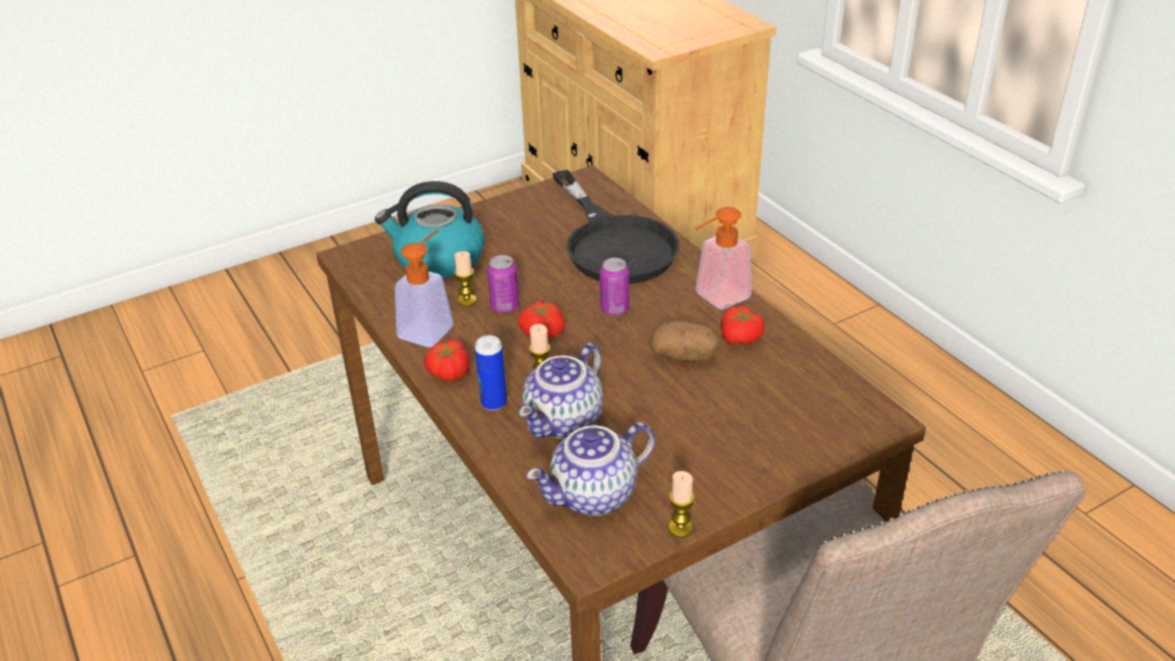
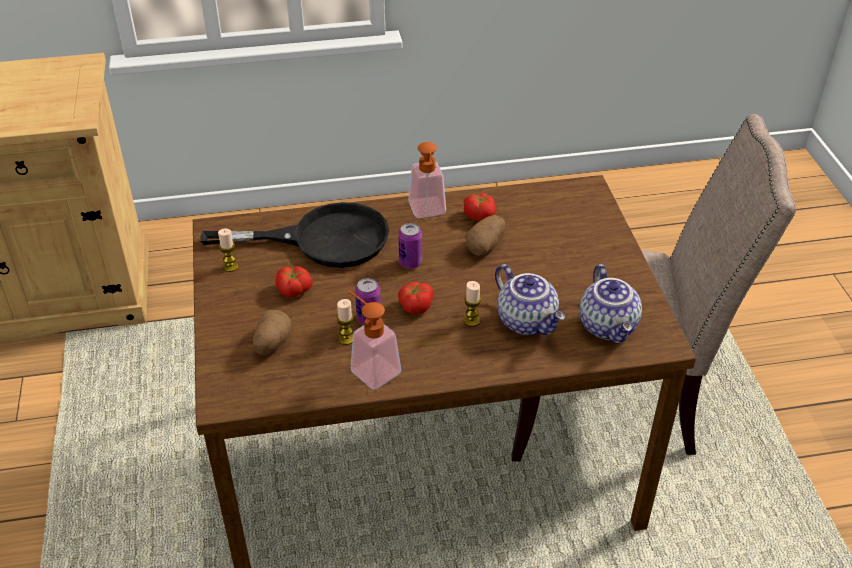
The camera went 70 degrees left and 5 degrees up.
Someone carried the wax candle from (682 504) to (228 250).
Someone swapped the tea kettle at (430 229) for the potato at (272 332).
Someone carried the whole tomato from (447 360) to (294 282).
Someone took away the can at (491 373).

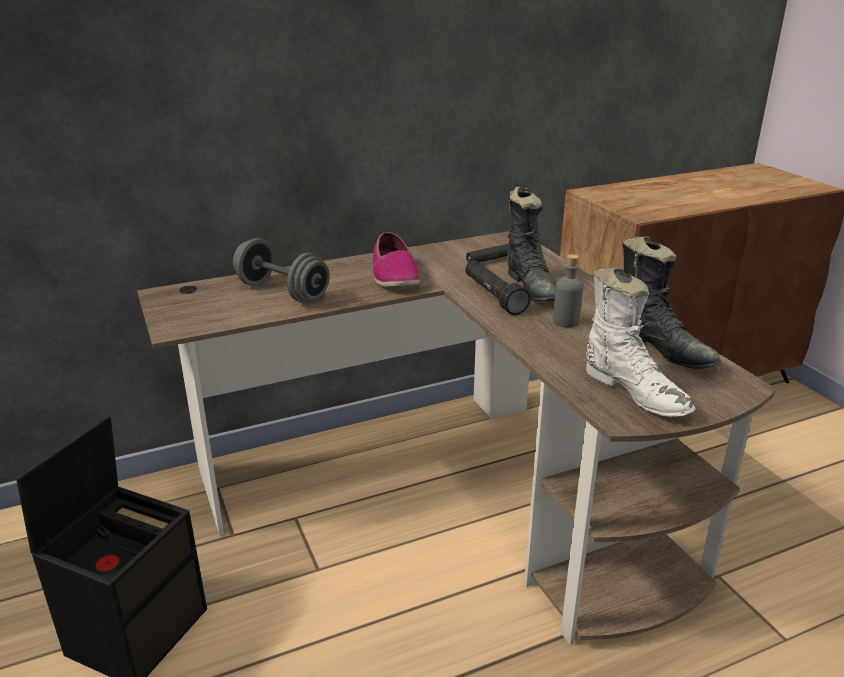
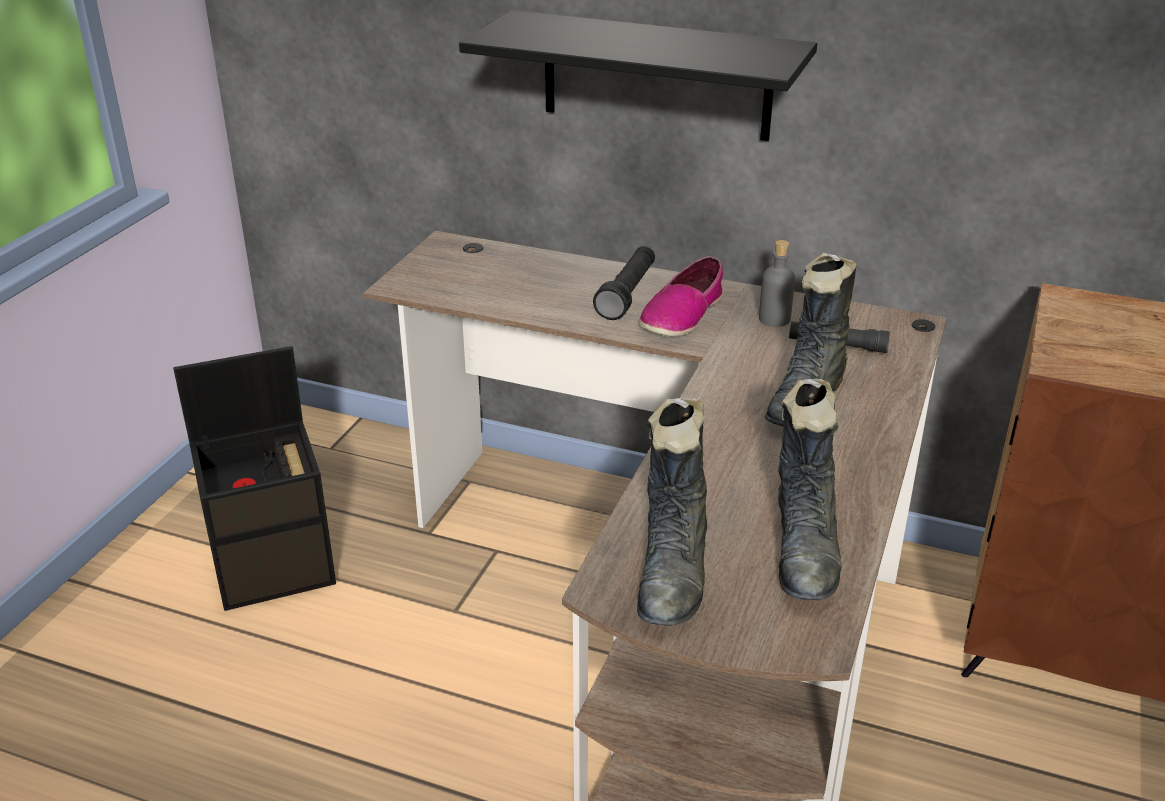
The camera went 45 degrees right and 5 degrees up.
Someone put up the shelf/blackish at (638 75).
Someone carried the flashlight/blackish from (498 287) to (624 283).
Someone repainted the tall boot/white at (640 342), which became the tall boot/blackish at (672 512).
Someone carried the drink bottle/grey from (568 290) to (777 283).
Someone took away the dumbbell/grey at (281 270).

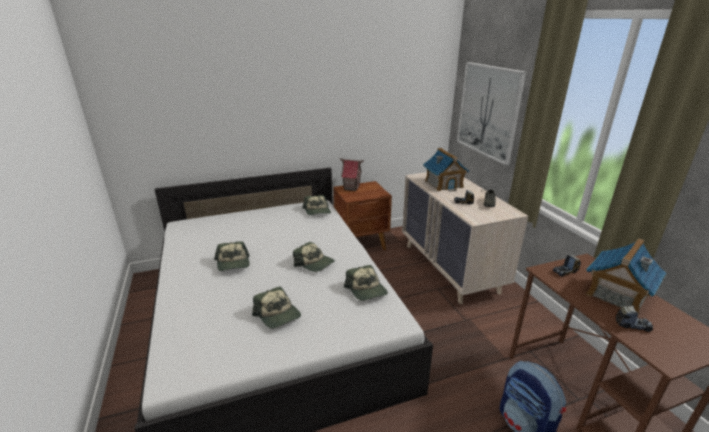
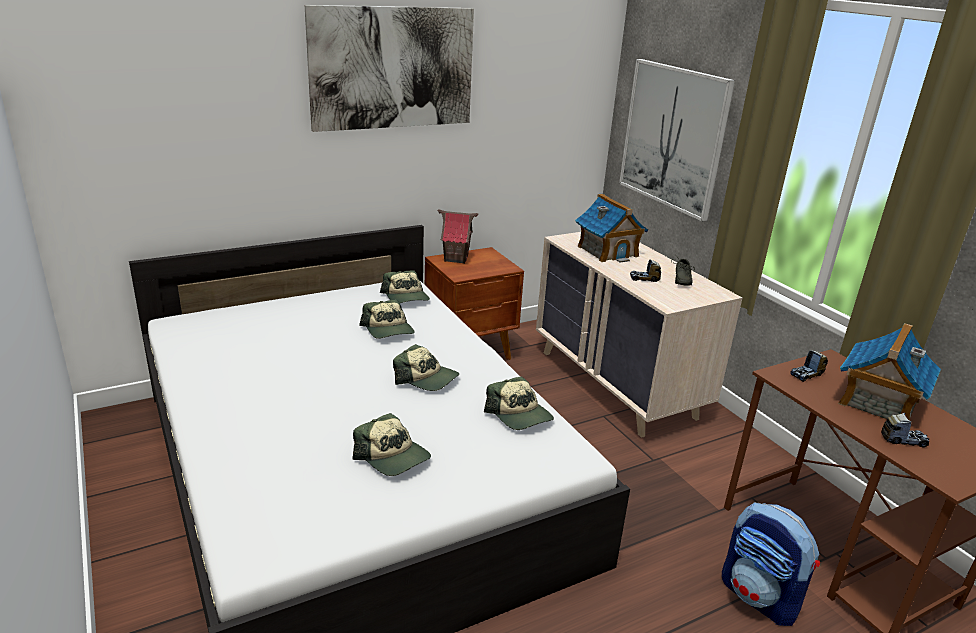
The camera went 10 degrees left and 0 degrees up.
Someone put up the picture at (389 68).
Someone carried the cap from (232 256) to (387 319).

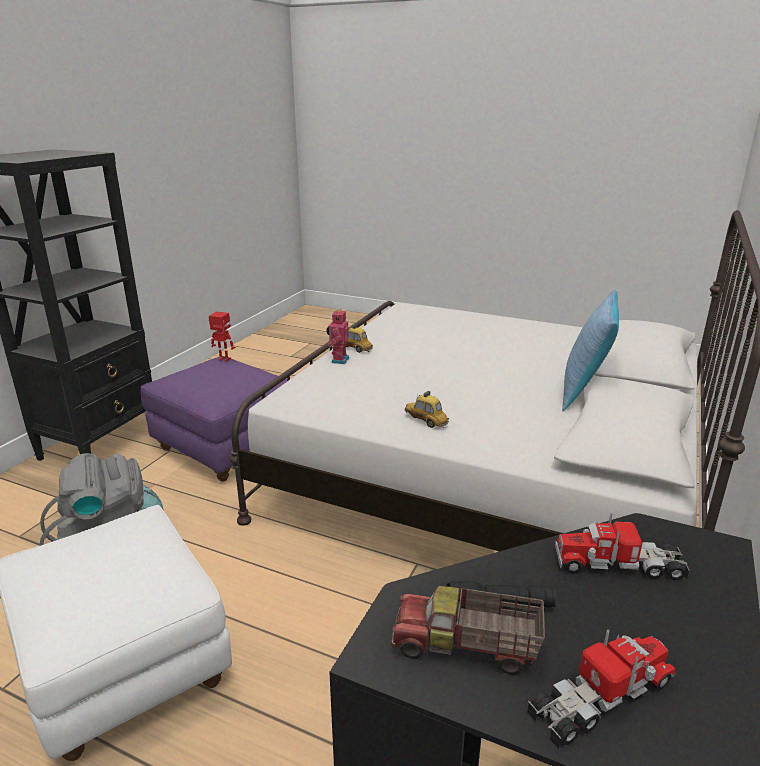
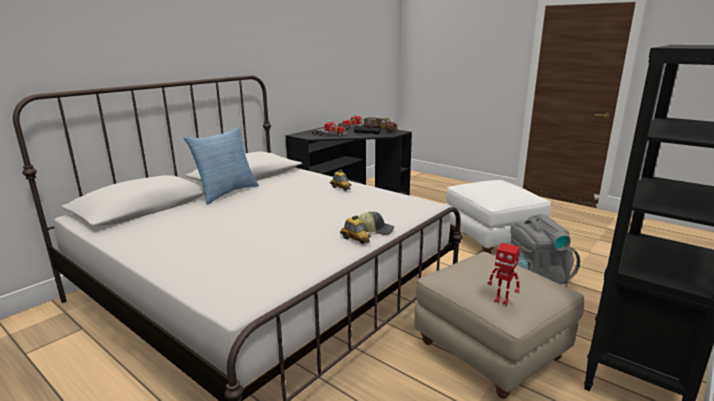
The camera went 165 degrees left and 5 degrees down.
Someone swapped the robot figure at (337 336) for the cap at (376 223).
Someone repainted the pouffe/purple-coloured at (214 419), which became the pouffe/beige at (499 325).

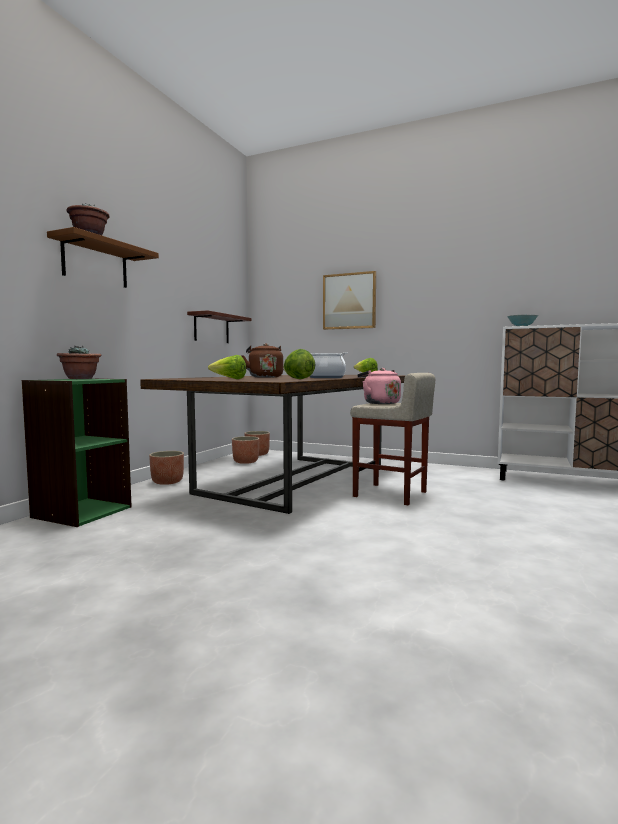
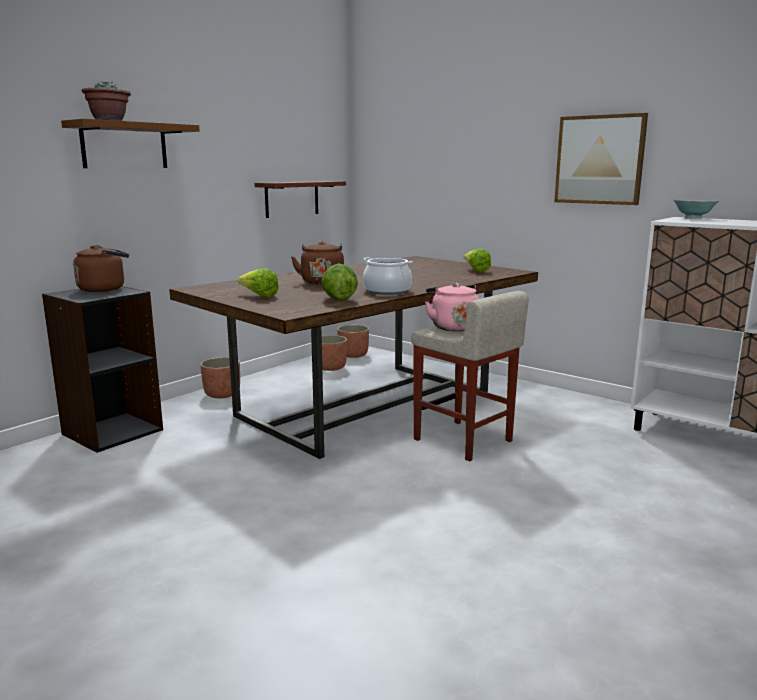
The camera went 15 degrees right and 10 degrees up.
Someone repainted the bookshelf/green-coloured at (77 453), which became the bookshelf/blackish at (102 369).
Someone swapped the potted plant at (79 362) for the tea kettle/brown at (101 268).
Someone carried the picture from (349 300) to (601 159).

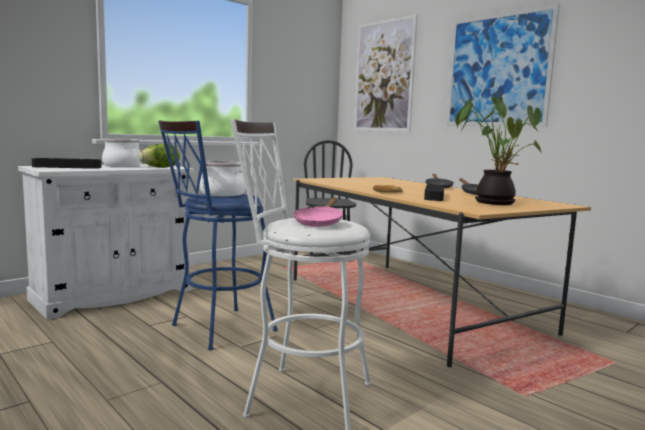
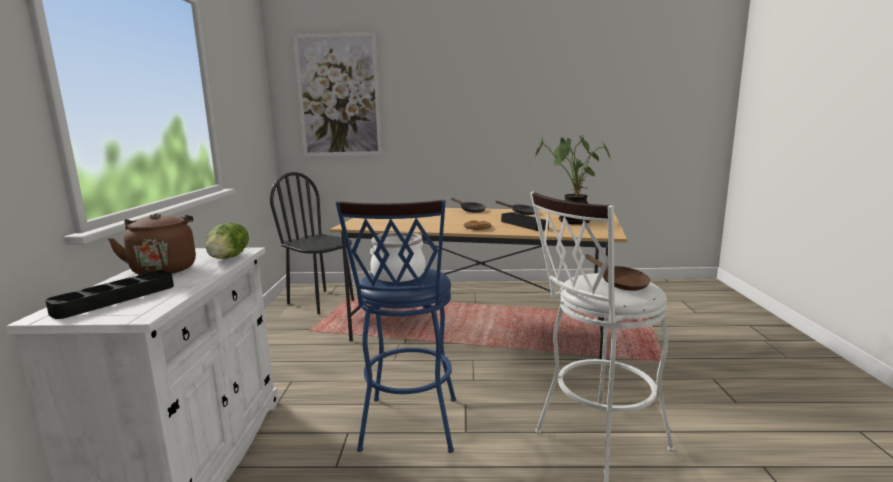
The camera went 45 degrees left and 5 degrees up.
Someone swapped the saucepot at (122 152) for the tea kettle/brown at (152 244).
Someone repainted the pan/pink-coloured at (318 212), which became the pan/brown at (617 272).
Someone took away the picture at (503 65).

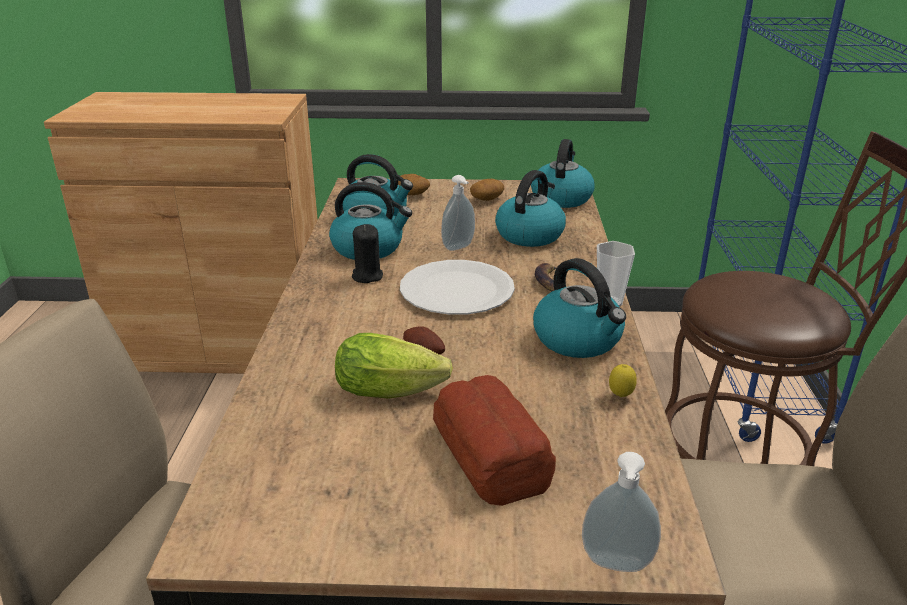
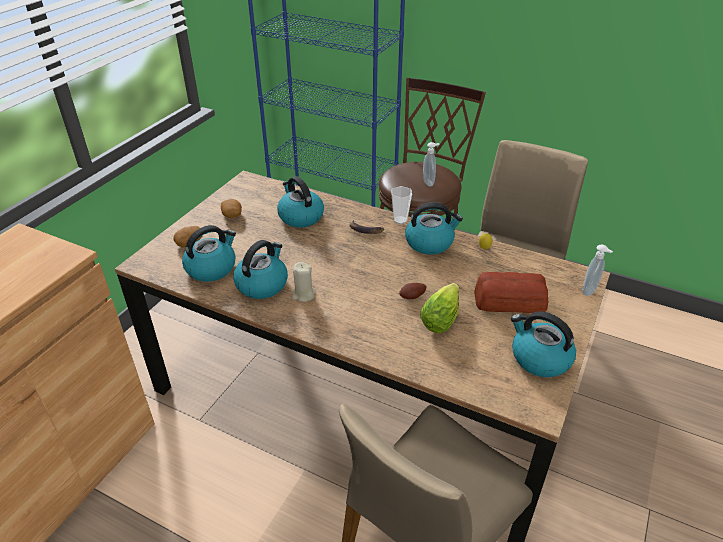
The camera went 65 degrees left and 10 degrees up.
Someone repainted the wax candle/blackish at (367 253), which became the wax candle/beige at (303 282).
Someone carried the soap bottle from (458 213) to (431 164).
Someone carried the tea kettle from (563 173) to (543 344).
Someone took away the flat dish/white at (457 287).

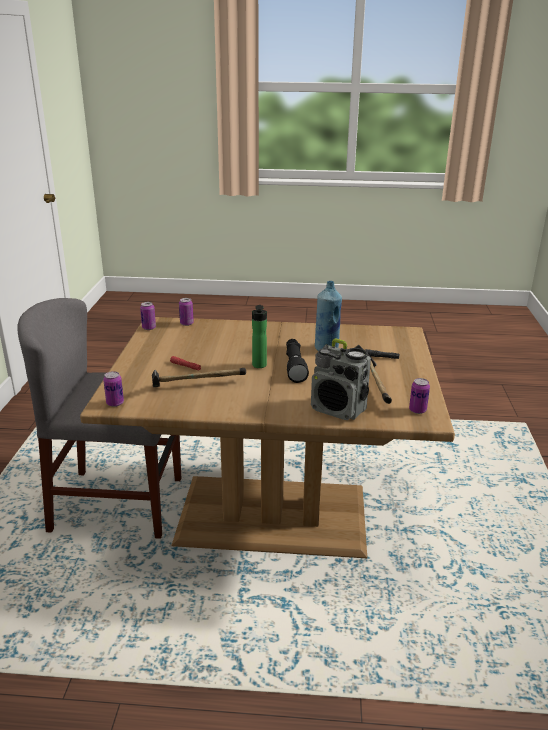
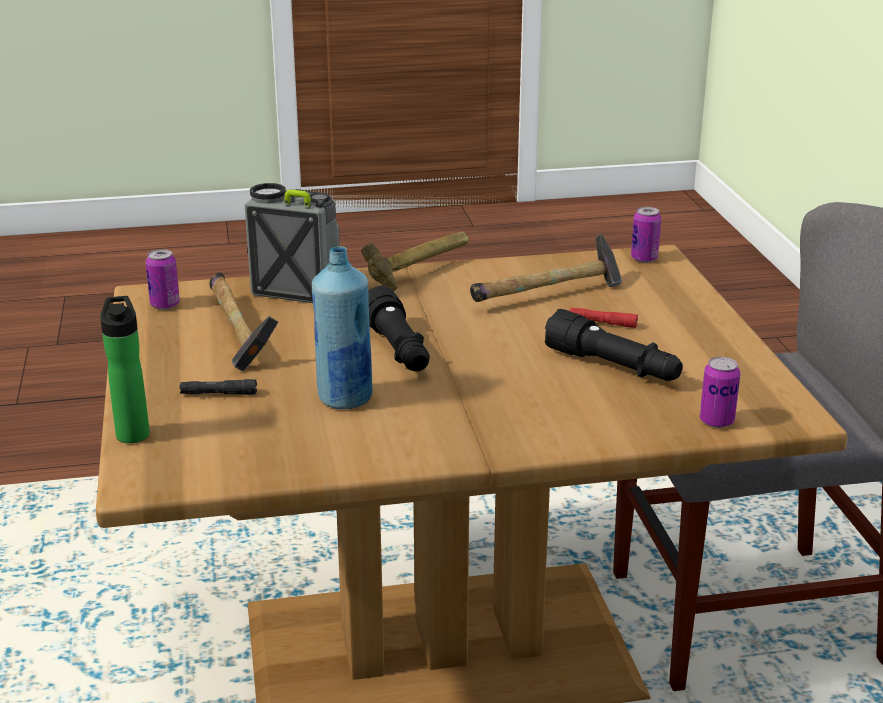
The camera went 165 degrees right and 0 degrees up.
Someone carried the drink bottle from (259 336) to (125 369).
Someone put down the hammer at (415 262).
Someone put down the flashlight/blackish at (613 345).
Someone took away the can at (148 316).

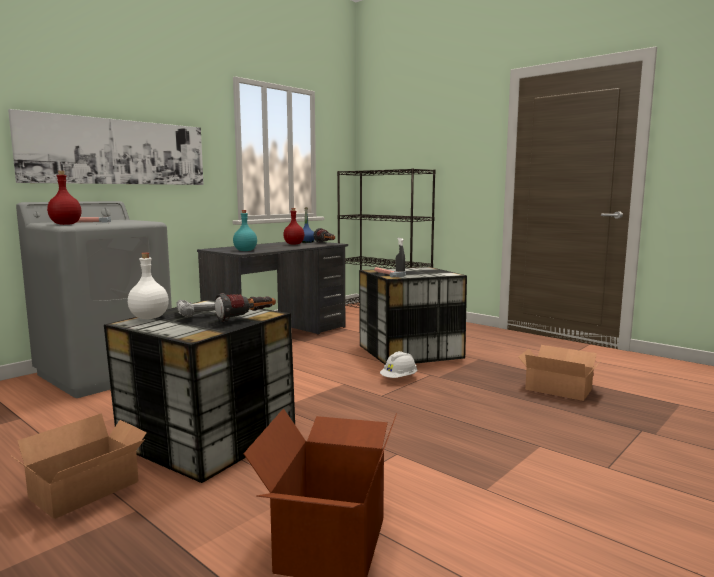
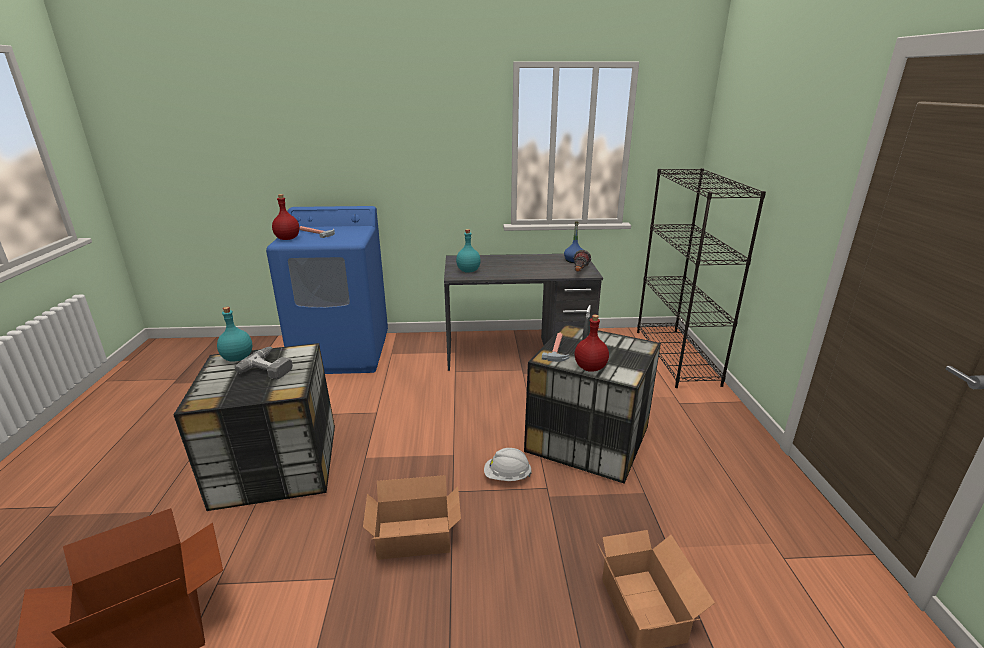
The camera went 45 degrees right and 15 degrees up.
Someone repainted the drink bottle/white at (148 286), which became the drink bottle/blue-green at (234 334).
Someone repainted the washing machine/grey at (94 299), which became the washing machine/bluish at (327 290).
Someone carried the packing box from (79 466) to (412 517).
Someone carried the drink bottle/red-coloured from (293 226) to (592 343).
Someone took away the picture at (106 147).
Someone took away the flashlight at (245 307).

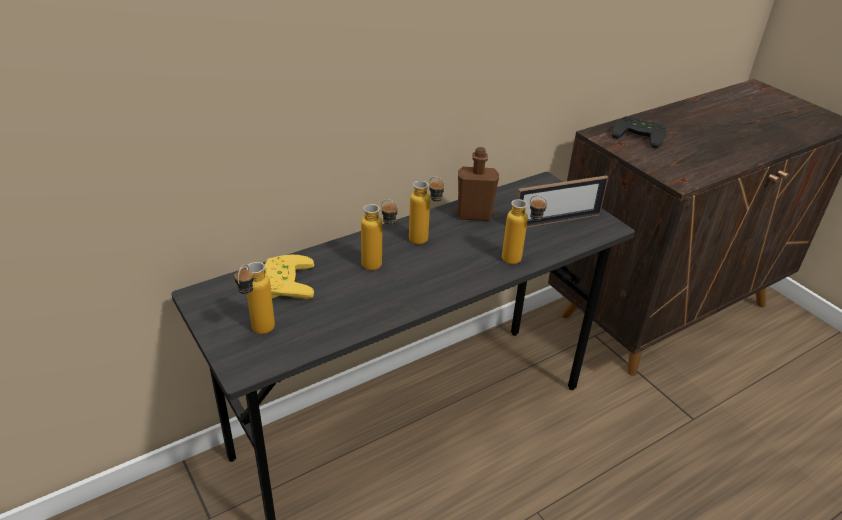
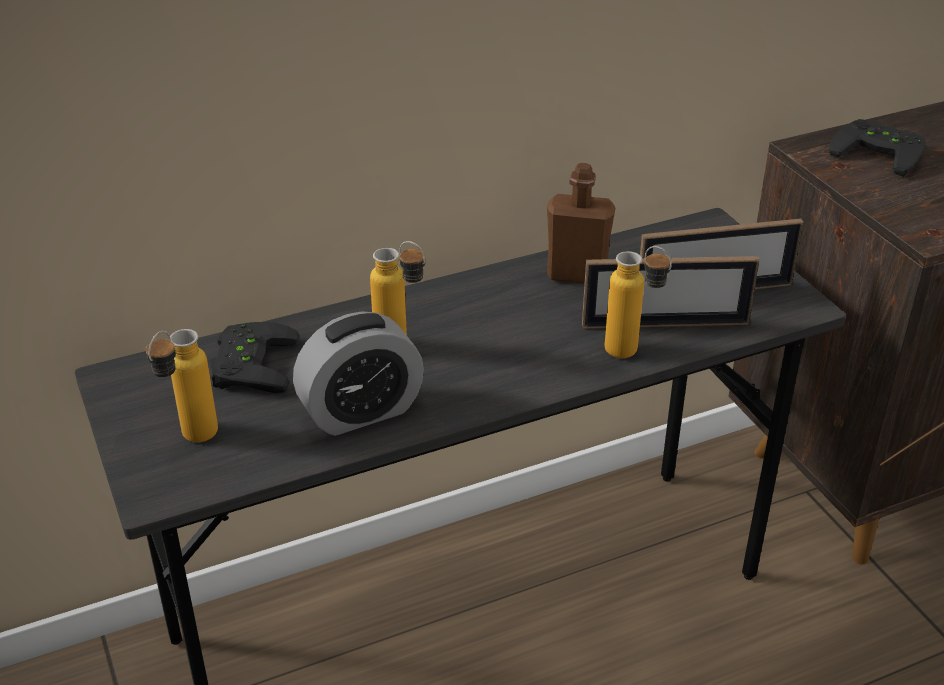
The camera went 10 degrees right and 0 degrees up.
Someone repainted the game controller/yellow-coloured at (289 277), which became the game controller/blackish at (255 357).
Someone put down the bedside clock at (358 373).
Someone put down the standing frame at (671 292).
Someone took away the drink bottle at (427 210).

